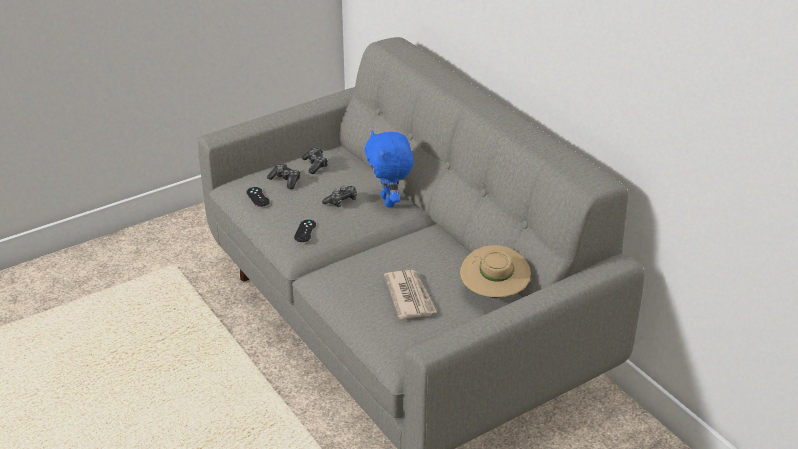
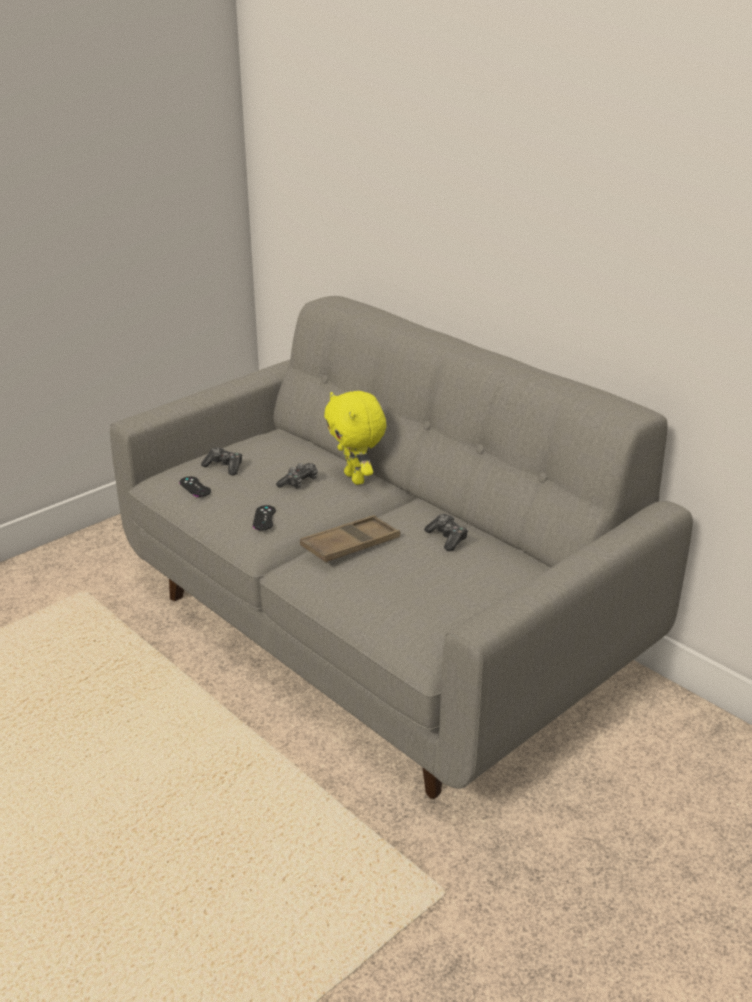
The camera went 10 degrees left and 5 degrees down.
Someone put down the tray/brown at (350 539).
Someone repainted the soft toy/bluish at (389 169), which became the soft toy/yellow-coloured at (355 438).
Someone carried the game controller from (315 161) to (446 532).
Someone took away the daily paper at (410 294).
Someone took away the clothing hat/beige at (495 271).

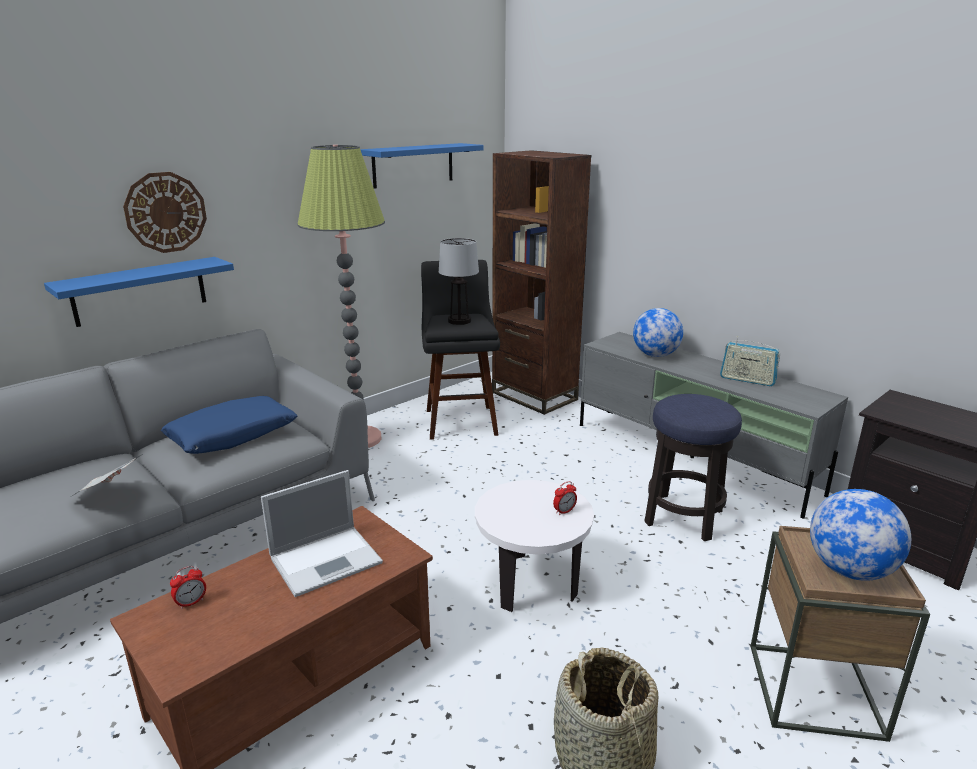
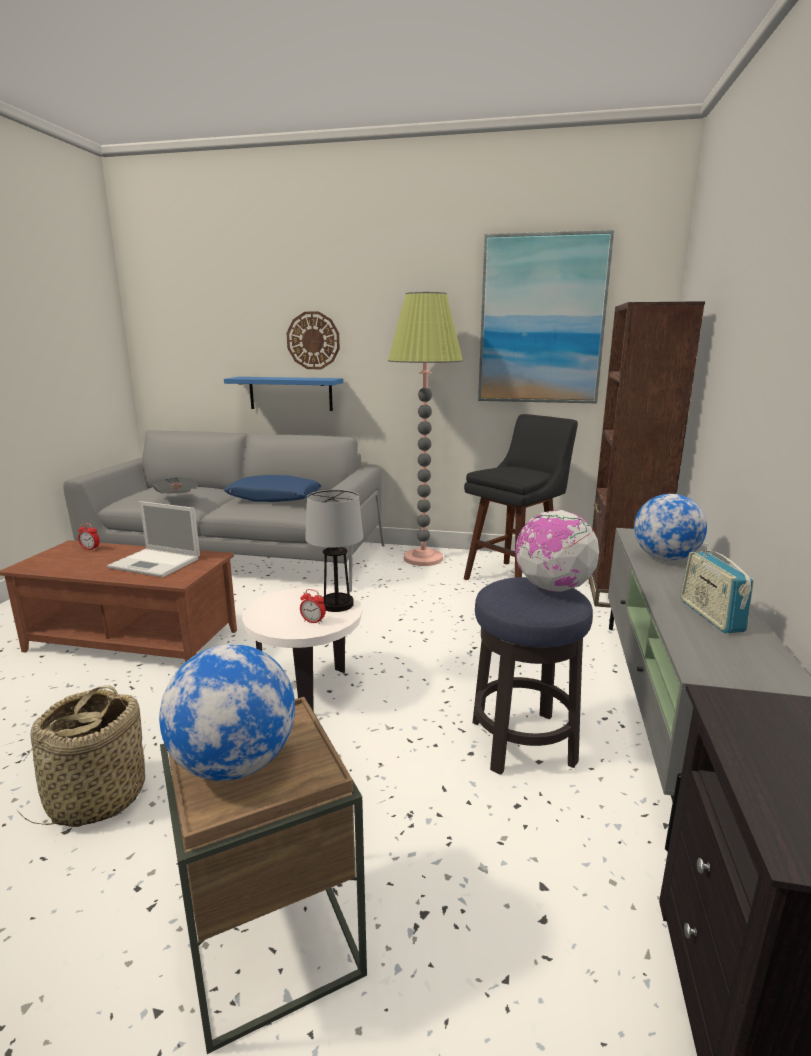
The camera went 55 degrees right and 5 degrees down.
Someone carried the lamp for a table from (459 281) to (334 551).
Someone swapped the shelf/bluish at (422 166) for the picture at (546 316).
Someone put down the world globe at (557 551).

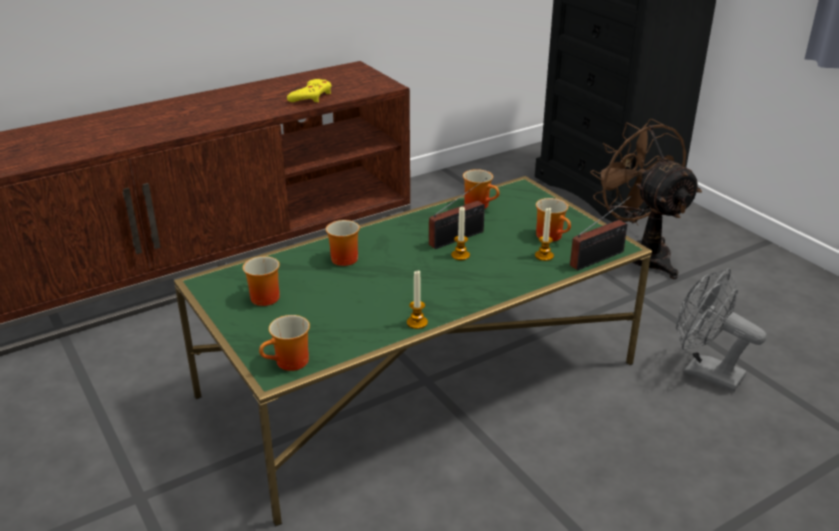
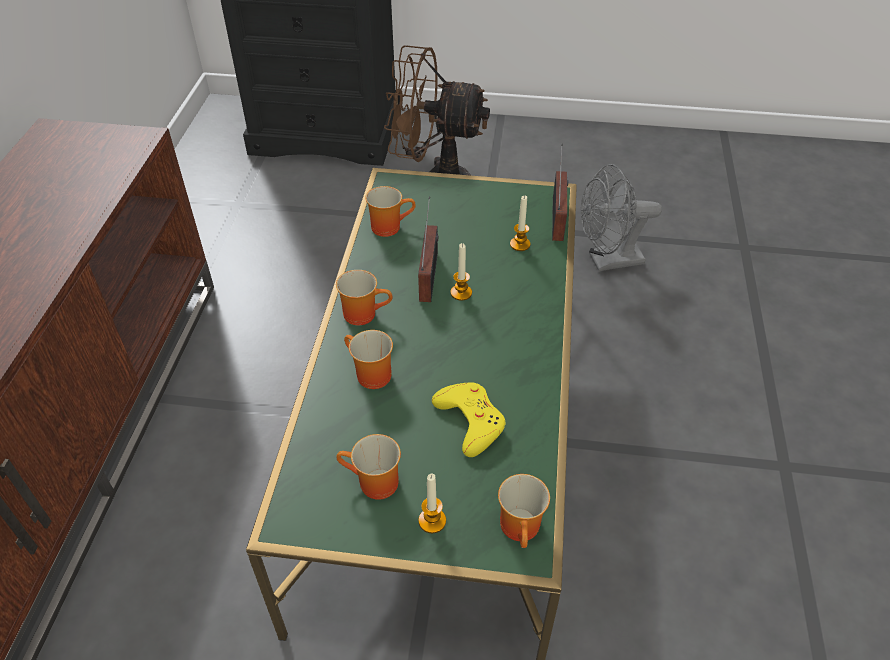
The camera went 50 degrees left and 15 degrees up.
Someone carried the tea mug from (553 220) to (364 297).
Someone carried the wax candle from (417 300) to (432 503).
Someone carried the game controller/yellow-coloured from (309 90) to (468 419).

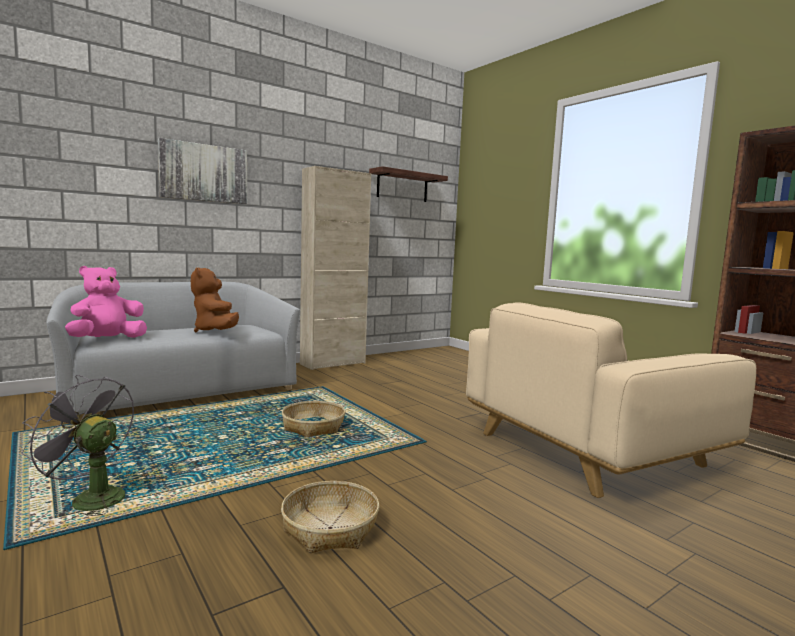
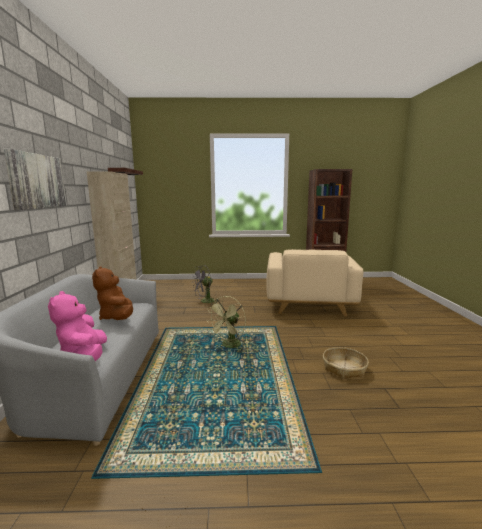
The camera went 55 degrees left and 5 degrees up.
Someone rotated the soft toy/brown at (215 300) by 60 degrees clockwise.
Someone carried the cooling fan/grey from (78 447) to (204 285).
Someone swapped the storage basket at (313 419) for the cooling fan/green-coloured at (226 322).

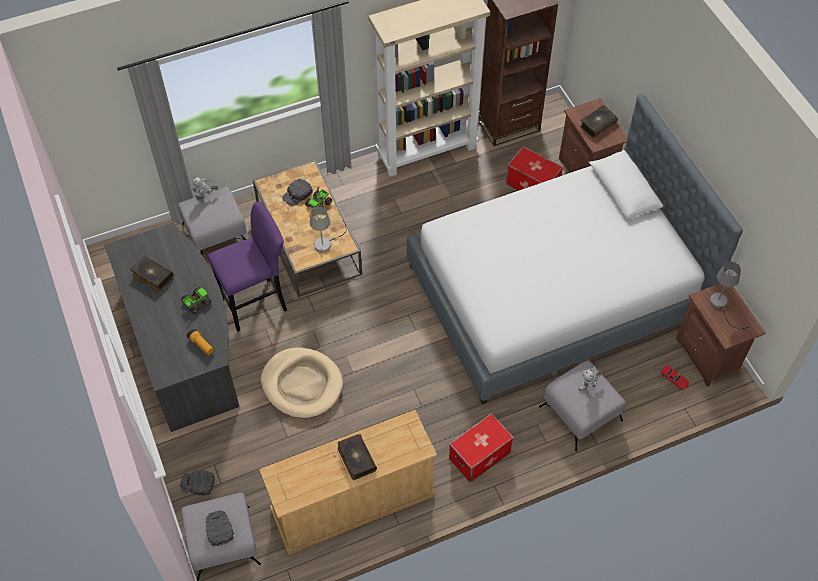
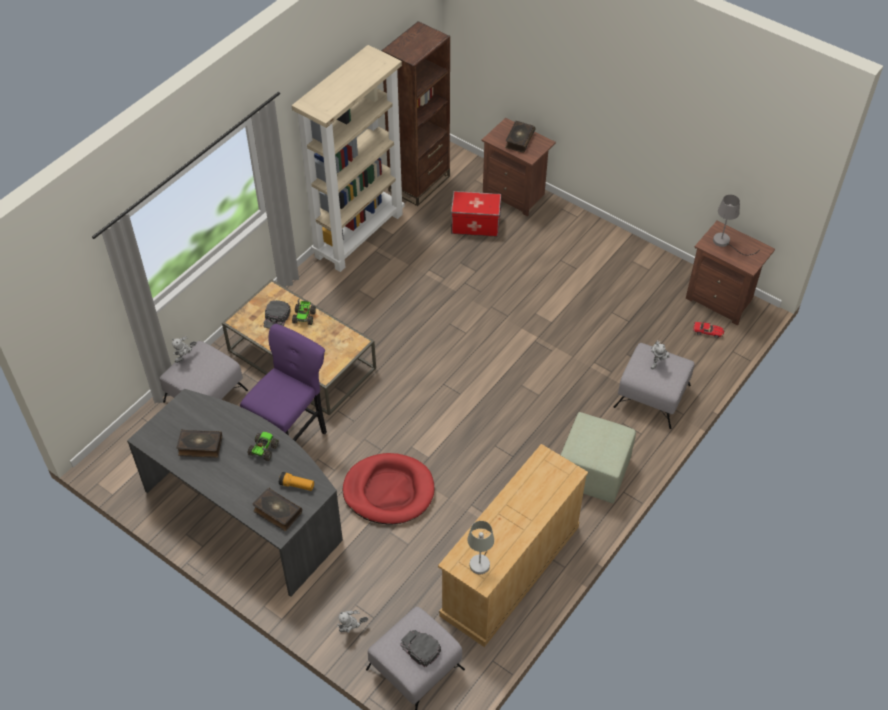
The camera went 30 degrees left and 5 degrees down.
Someone carried the book from (357 457) to (277 509).
Someone swapped the cap/blackish at (197 483) for the robot figure at (352 621).
Someone repainted the dog cushion/beige at (302 383), which became the dog cushion/red-coloured at (389 488).
Someone carried the lamp for a table/grey from (328 229) to (481 547).
Someone swapped the storage container at (481 447) for the pouffe/green-coloured at (598 457).
Someone took away the sleeping bed at (575 249).

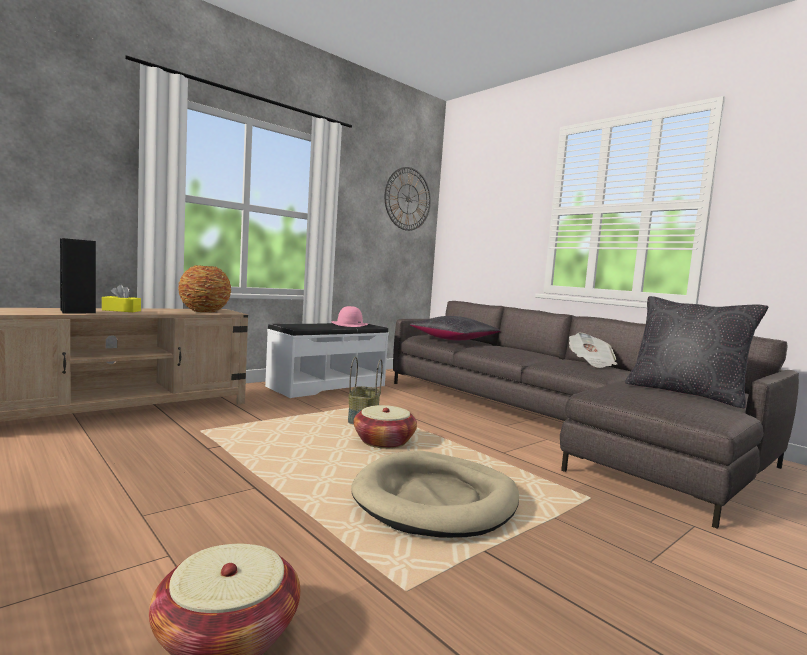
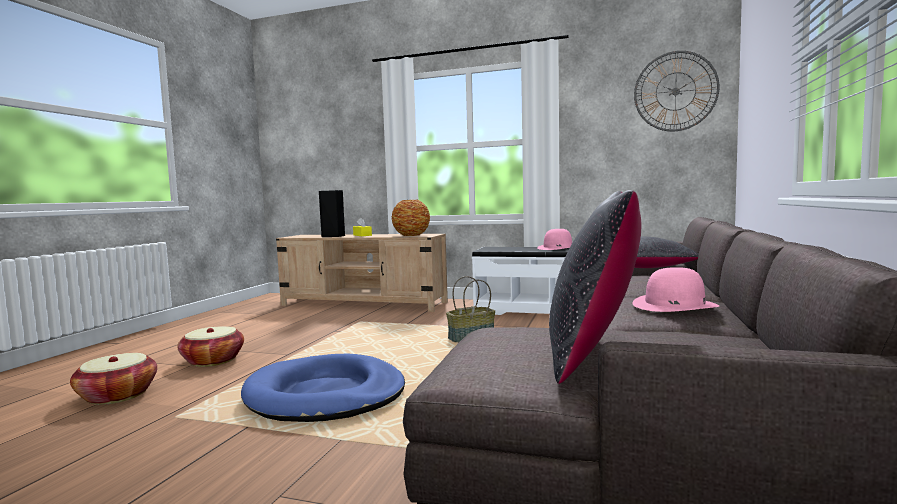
The camera went 60 degrees right and 0 degrees up.
Someone carried the storage basket from (385 427) to (211 346).
Someone repainted the dog cushion/beige at (435 494), which became the dog cushion/bluish at (323 388).
Someone swapped the daily paper at (593 350) for the clothing hat/pink-coloured at (675 289).

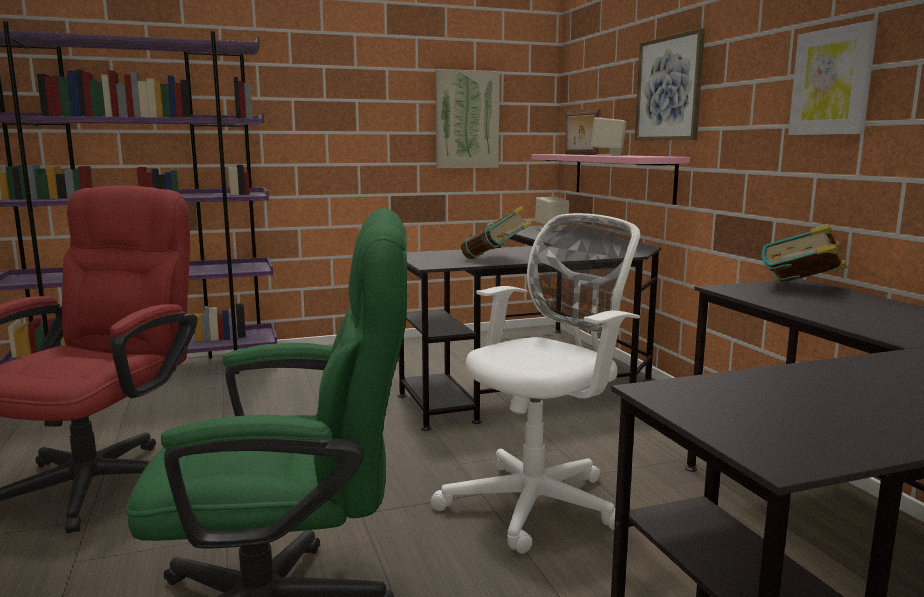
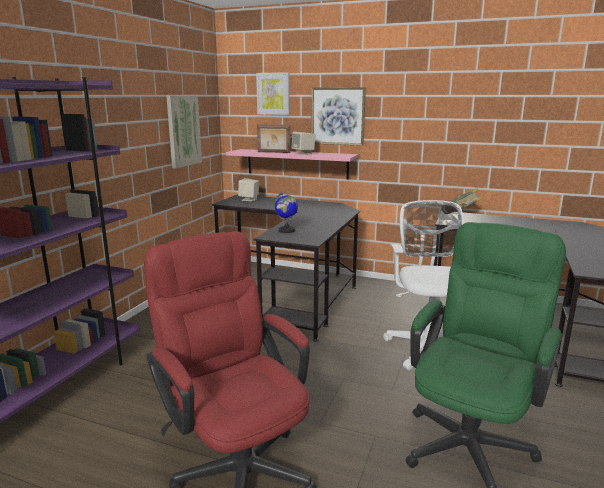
The camera went 50 degrees left and 5 degrees up.
Someone carried the picture from (832 78) to (273 93).
Someone put down the world globe at (286 212).
Someone took away the book at (497 232).

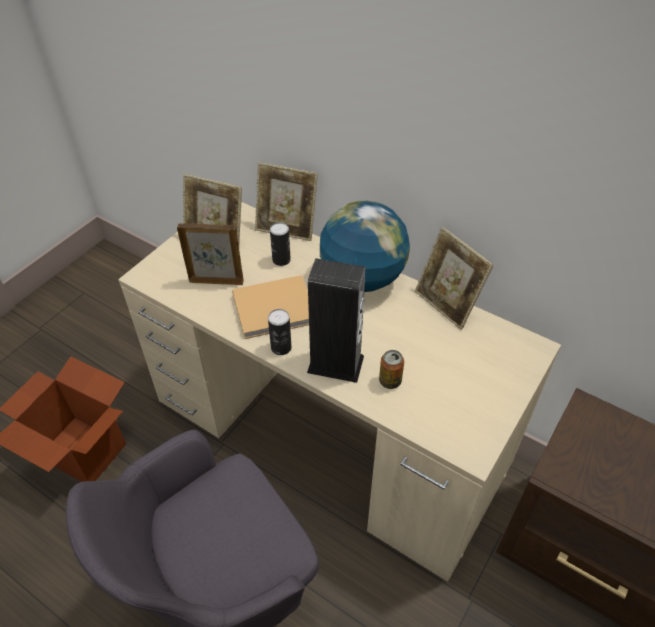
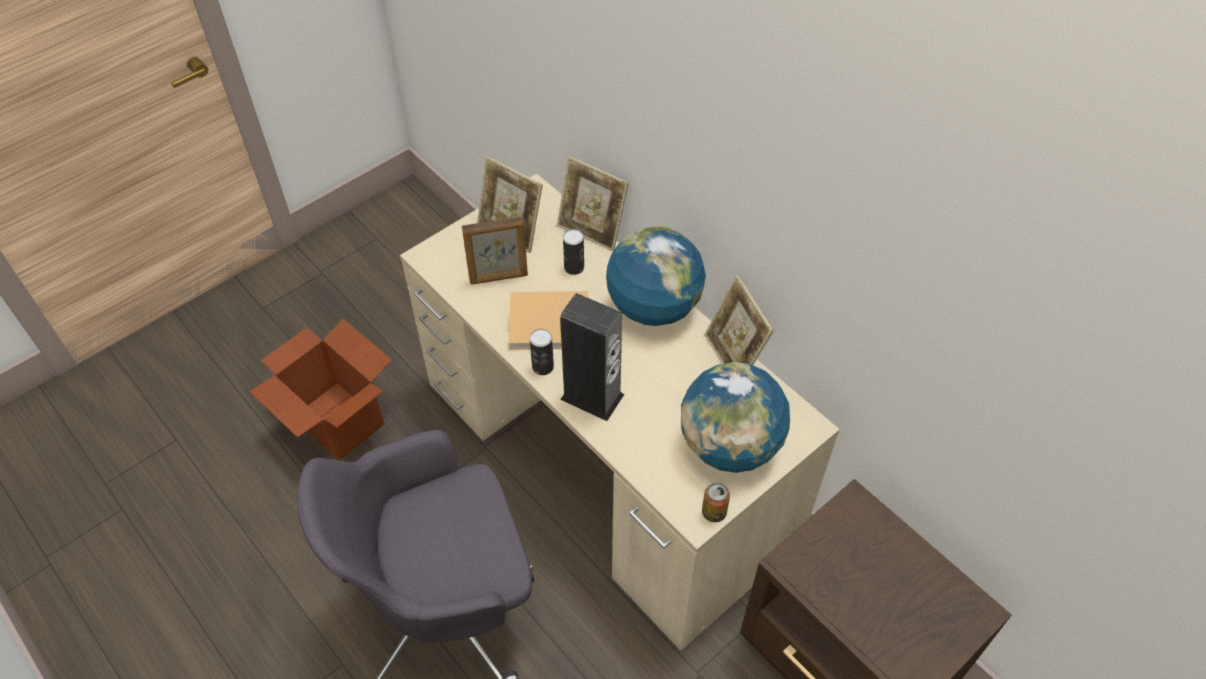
The camera went 15 degrees right and 5 degrees up.
Someone rotated the standing frame at (210 254) by 150 degrees clockwise.
Someone put down the world globe at (735 417).
Someone carried the can from (391 369) to (716 502).

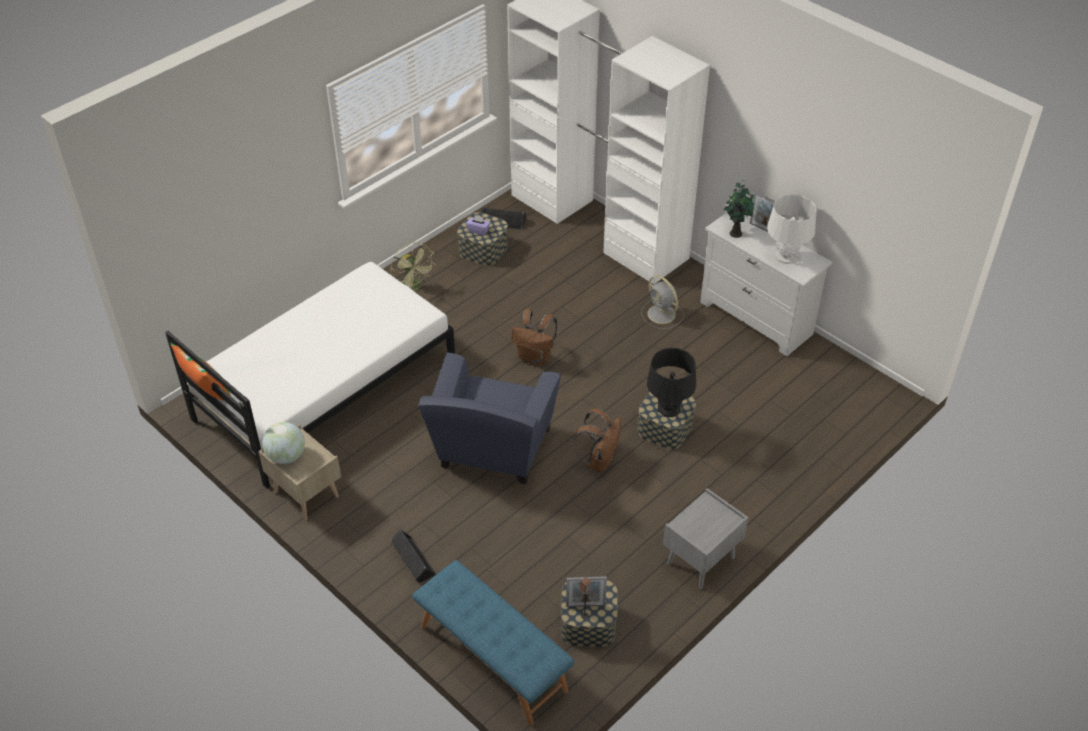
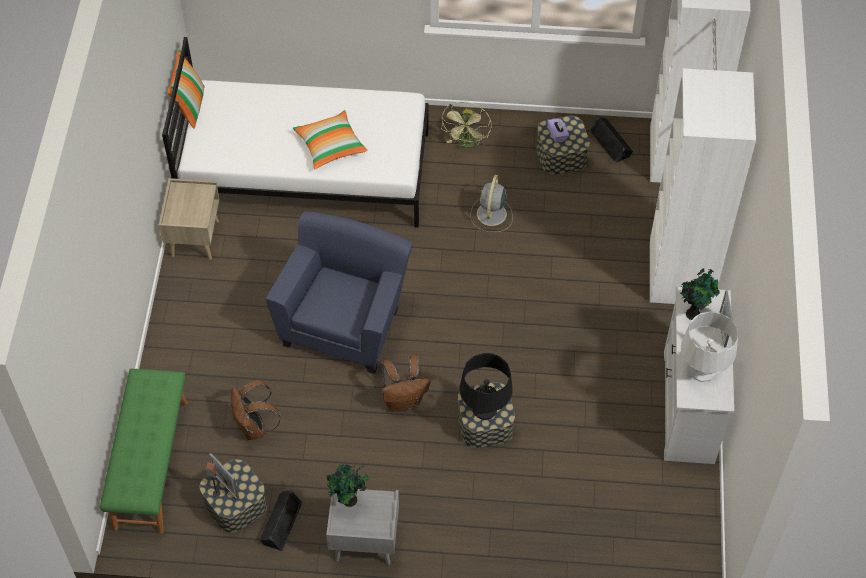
The camera went 50 degrees right and 10 degrees up.
Someone repainted the bench/bluish at (493 643), which became the bench/green-coloured at (144 451).
Someone carried the rucksack/brown from (534 337) to (256 410).
Someone carried the speaker/blackish from (413 556) to (281 520).
Someone rotated the armchair/bluish at (490 418) by 135 degrees clockwise.
Someone put down the cushion at (330 139).
Someone put down the potted plant at (348 485).
Someone carried the cooling fan/grey from (662 302) to (491 203).
Someone took away the world globe at (283 443).

